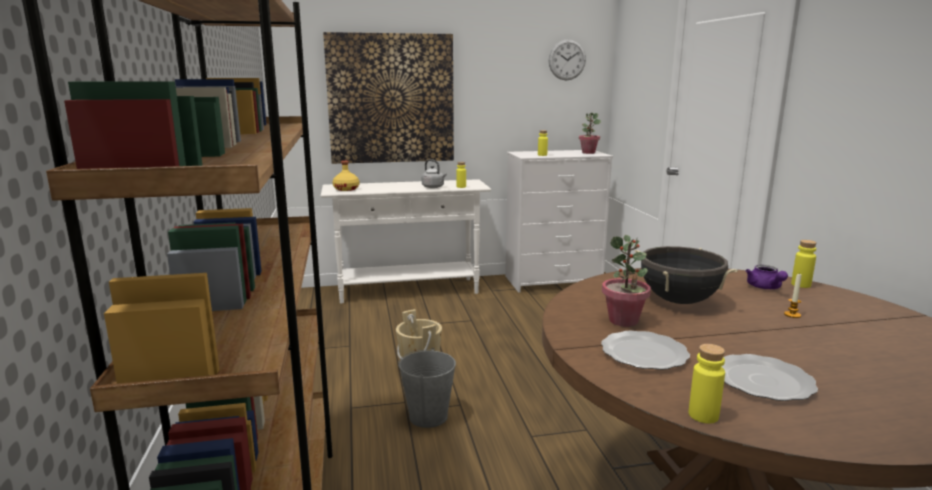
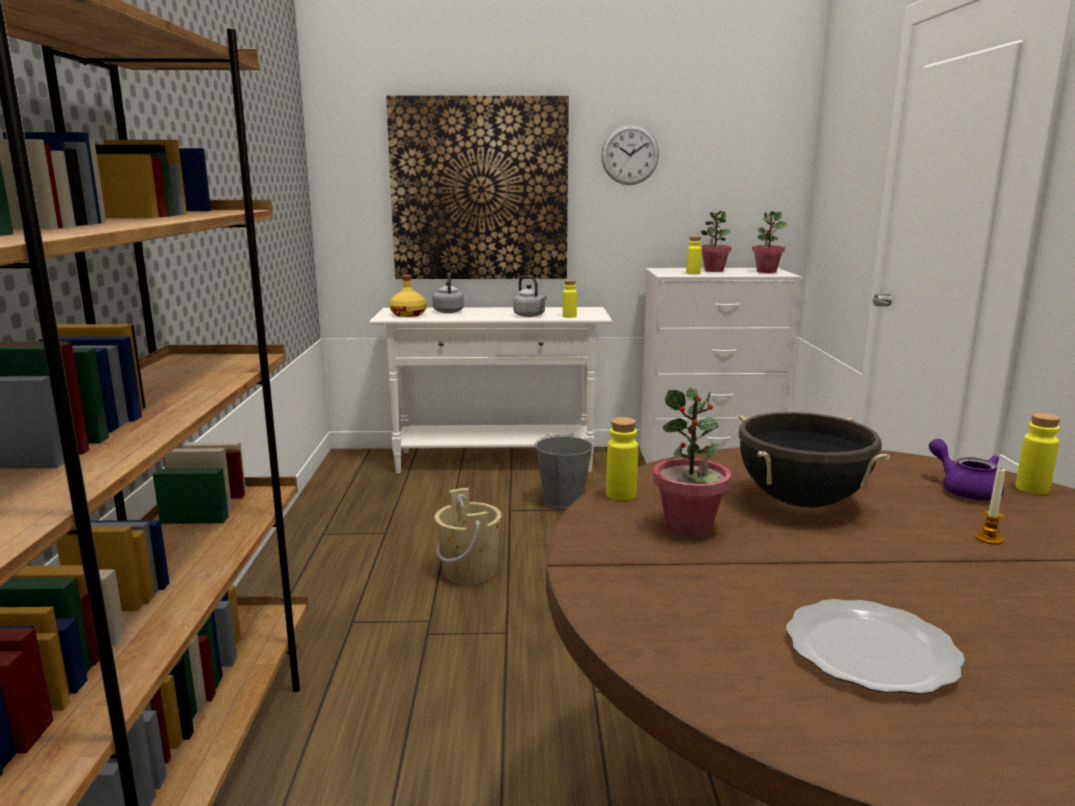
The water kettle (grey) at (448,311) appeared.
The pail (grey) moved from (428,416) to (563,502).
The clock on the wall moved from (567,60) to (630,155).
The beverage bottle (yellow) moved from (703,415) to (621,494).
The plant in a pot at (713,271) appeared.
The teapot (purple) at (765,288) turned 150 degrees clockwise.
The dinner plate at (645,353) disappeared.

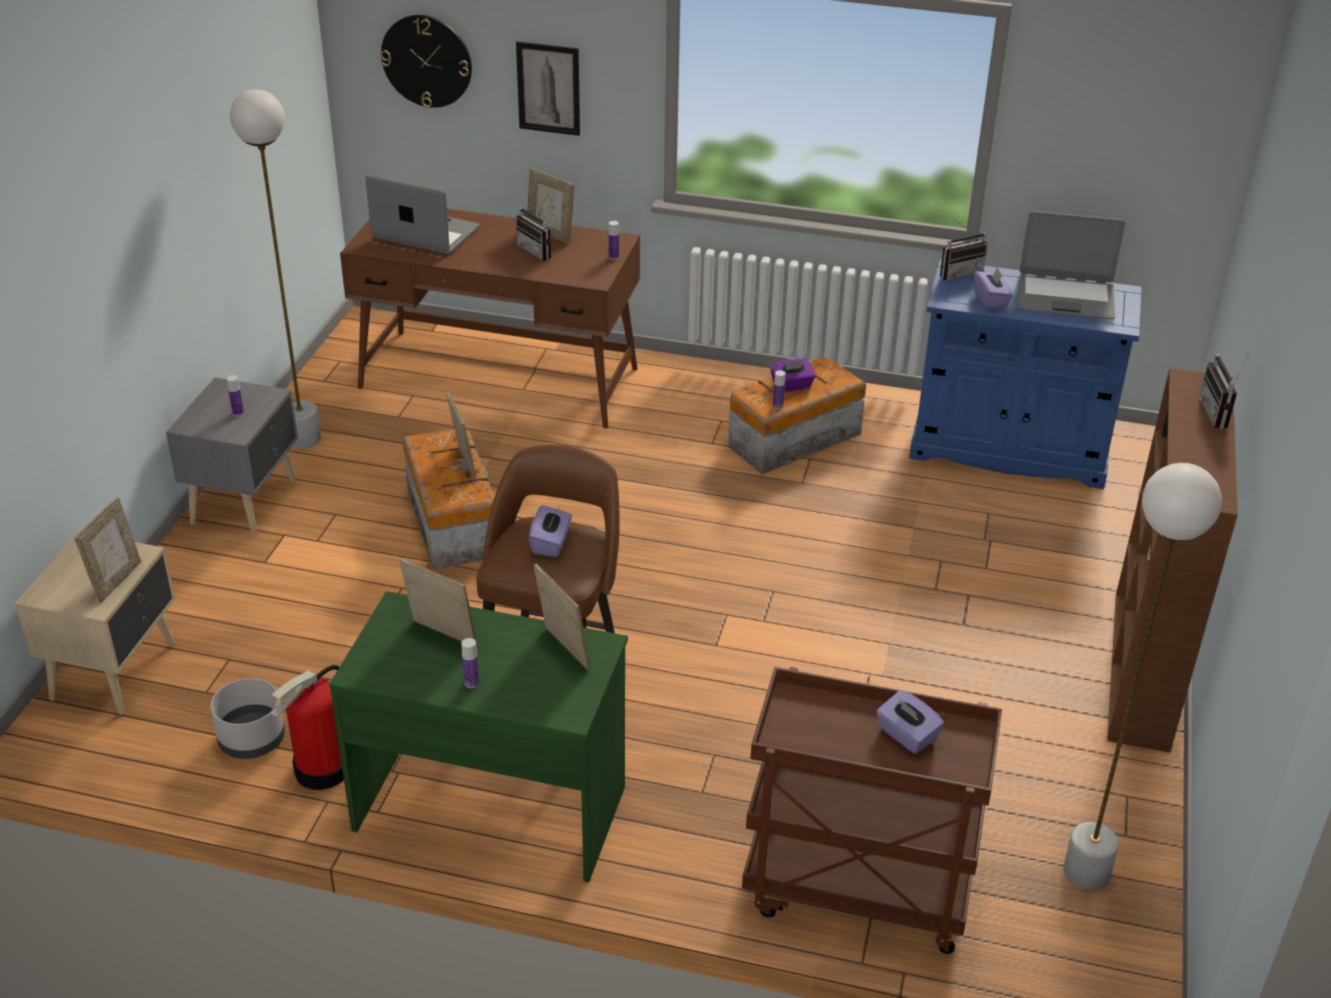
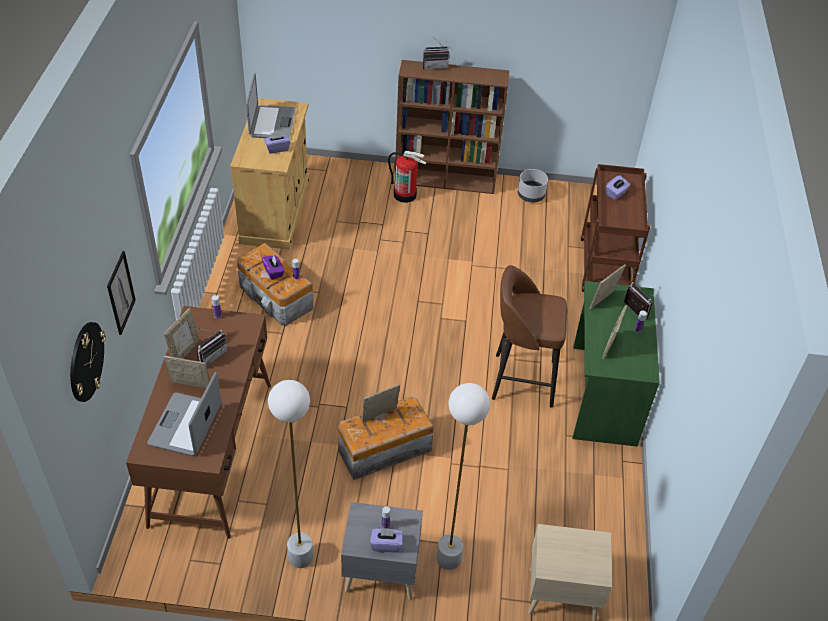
The standing frame moved from (116,581) to (191,387).
The cabinet (blue-coloured) at (1009,449) became the cabinet (sand-coloured) at (275,211).
The box of tissues (purple) moved from (551,544) to (386,544).
The fire extinguisher moved from (323,770) to (405,195).
The floor lamp (white-coloured) moved from (1086,872) to (449,558).
The plant pot (grey) moved from (251,740) to (531,195).
The radio moved from (959,272) to (632,311).

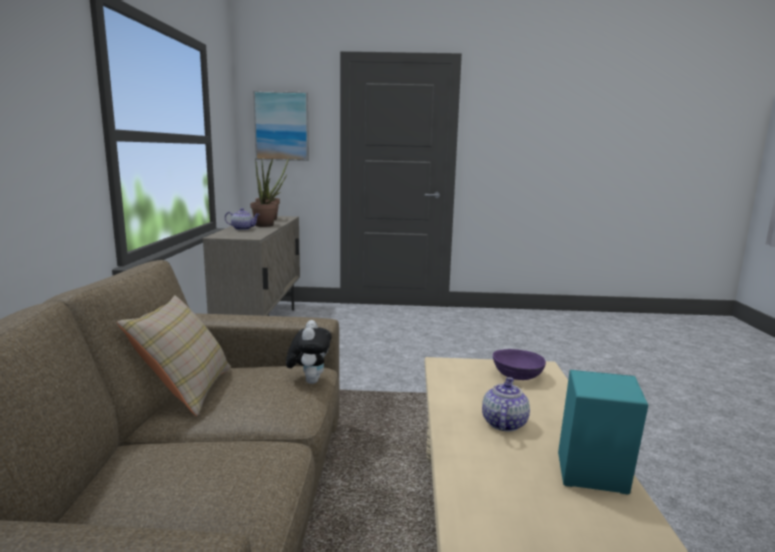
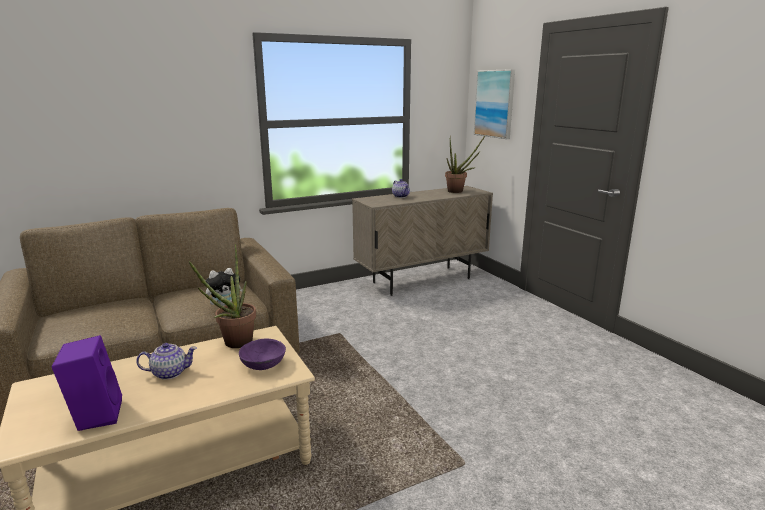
The speaker (blue-green) at (590,481) became the speaker (purple) at (95,415).
The plant in a pot moved from (265,226) to (234,344).
The pillow (sand-coloured) at (185,390) disappeared.

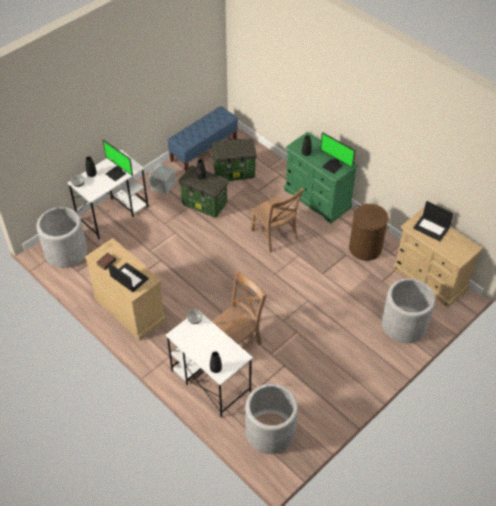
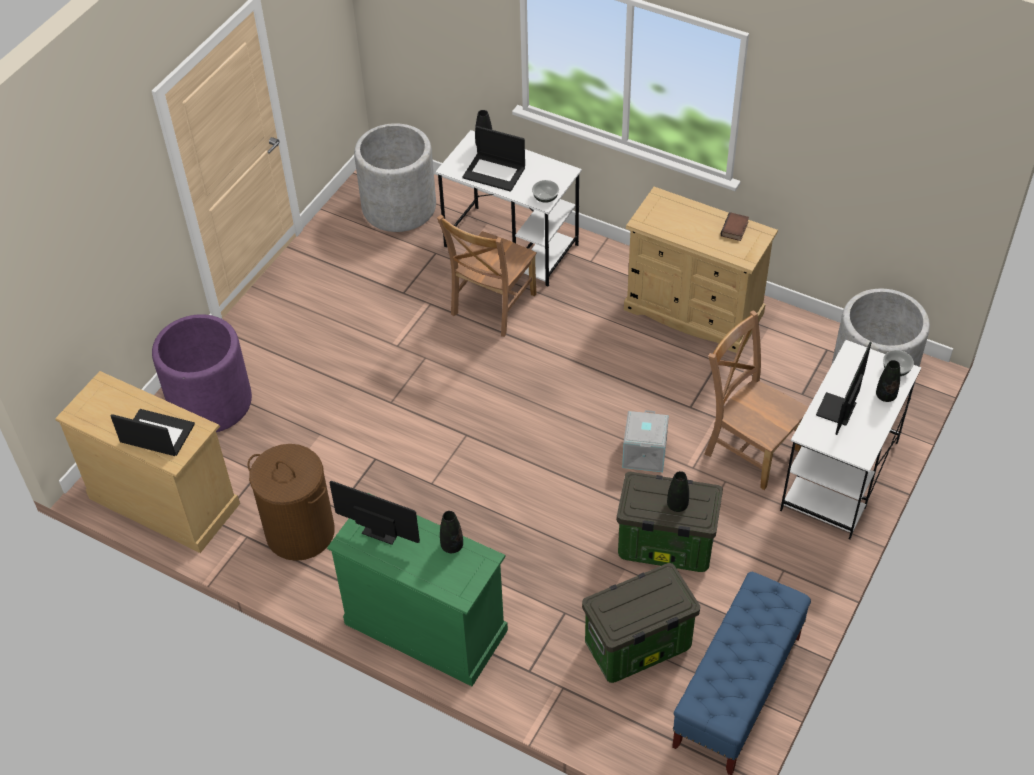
The plant pot (grey) at (404,325) became the plant pot (purple) at (210,402).
The laptop moved from (128,278) to (495,172).
The storage bin (grey) moved from (163,185) to (643,453).
The plain chair (brown-coloured) moved from (274,236) to (749,448).
The computer screen at (116,173) turned 90 degrees counterclockwise.

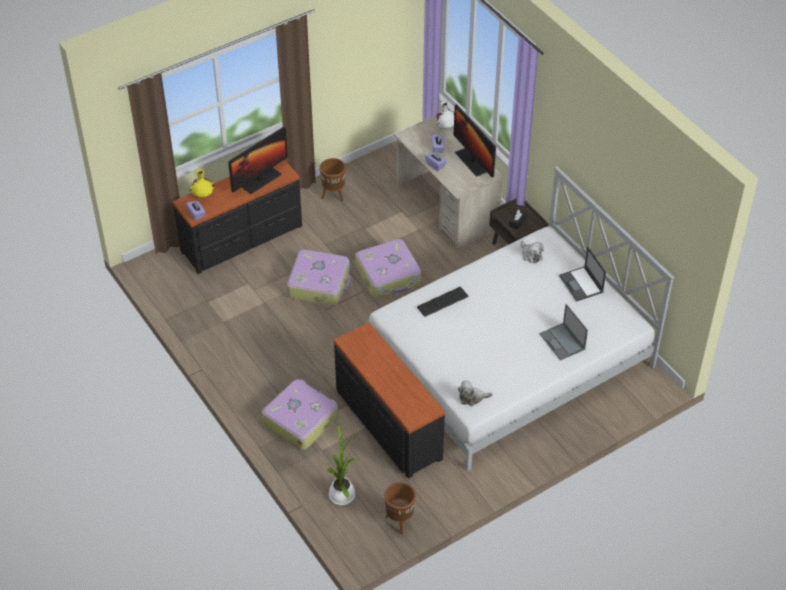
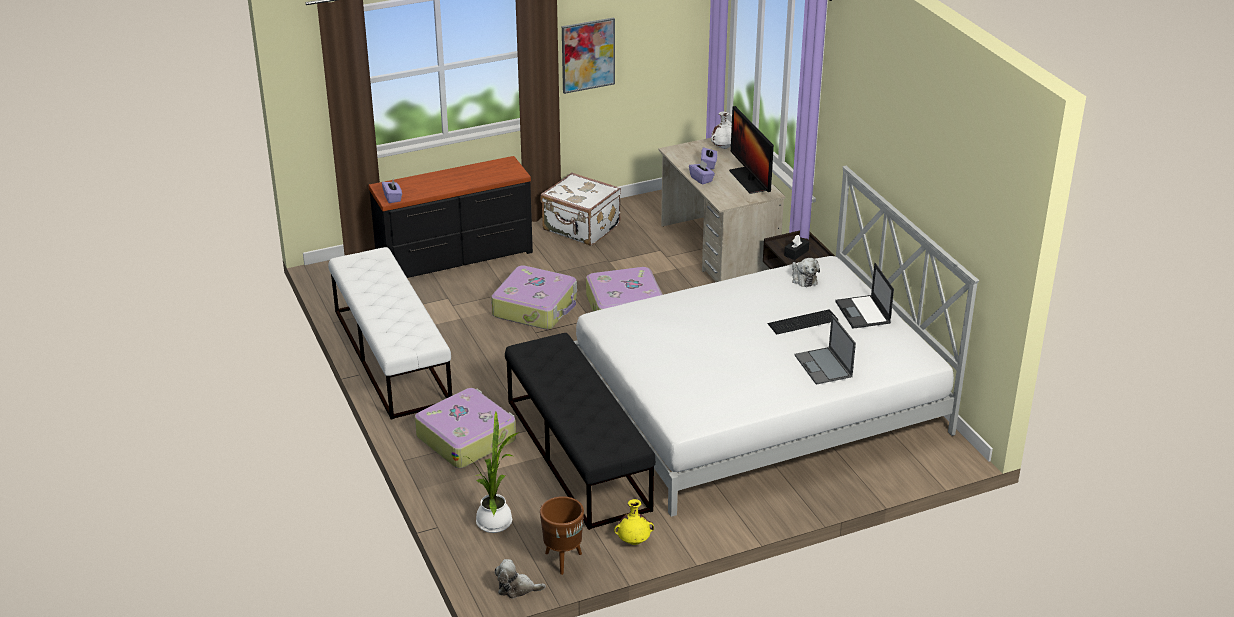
The indoor bench (white-coloured) at (391,355) appeared.
The soft toy moved from (472,398) to (517,588).
The dresser (blackish) at (387,424) was replaced by the indoor bench (blackish) at (577,454).
The plant pot (brown-coloured) at (334,195) was replaced by the suitcase (white-coloured) at (581,228).
The wall art at (588,55) appeared.
The flower vase (yellow) moved from (203,195) to (634,541).
The keyboard moved from (443,302) to (804,322).
The computer screen at (260,180) disappeared.

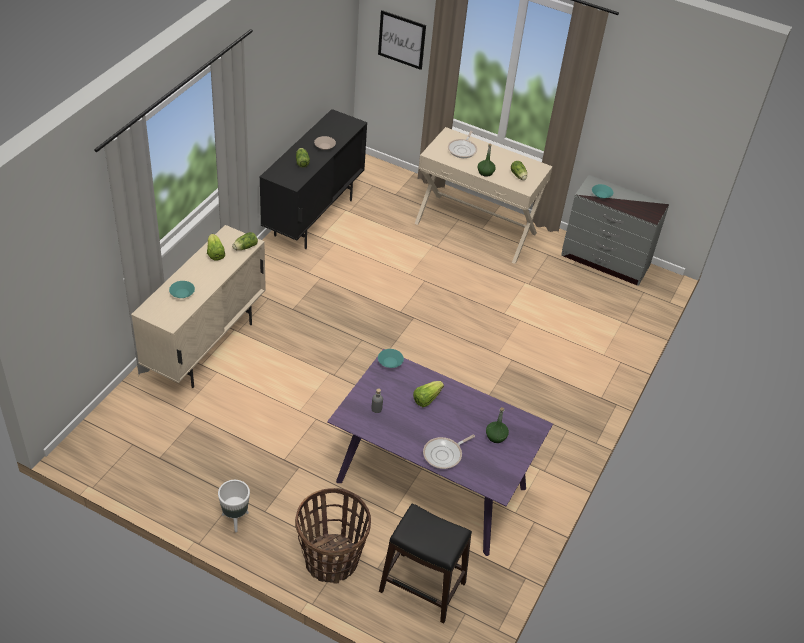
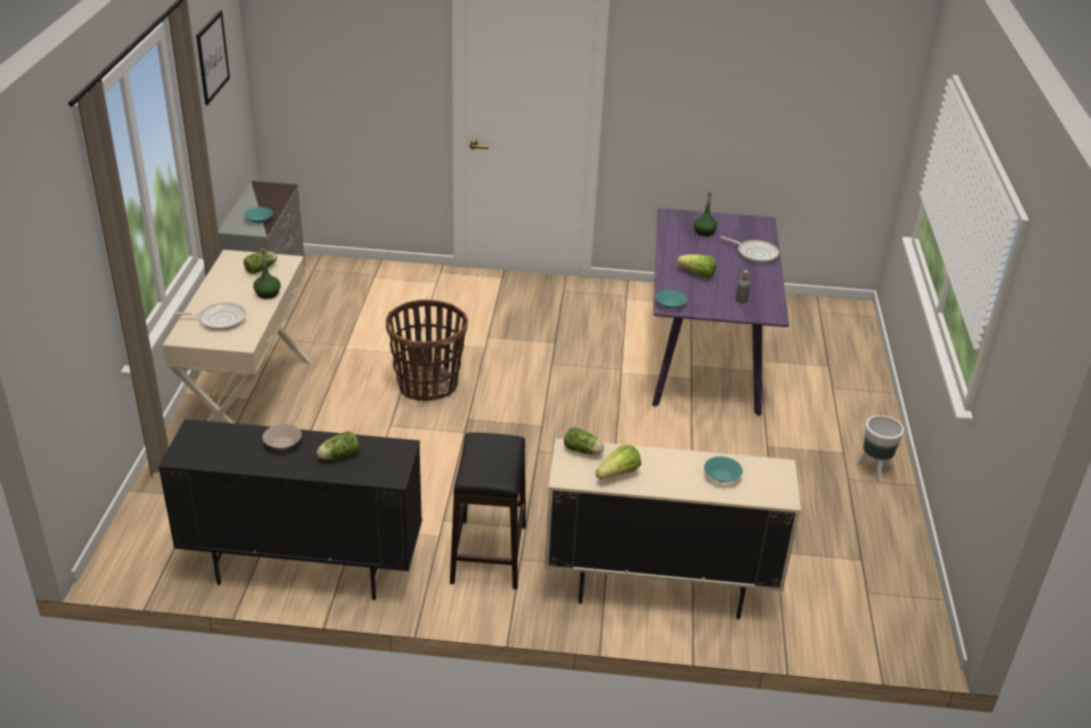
The wall art moved from (401,39) to (212,57).
The basket moved from (331,560) to (427,385).
The stool (blackish) moved from (422,588) to (489,553).

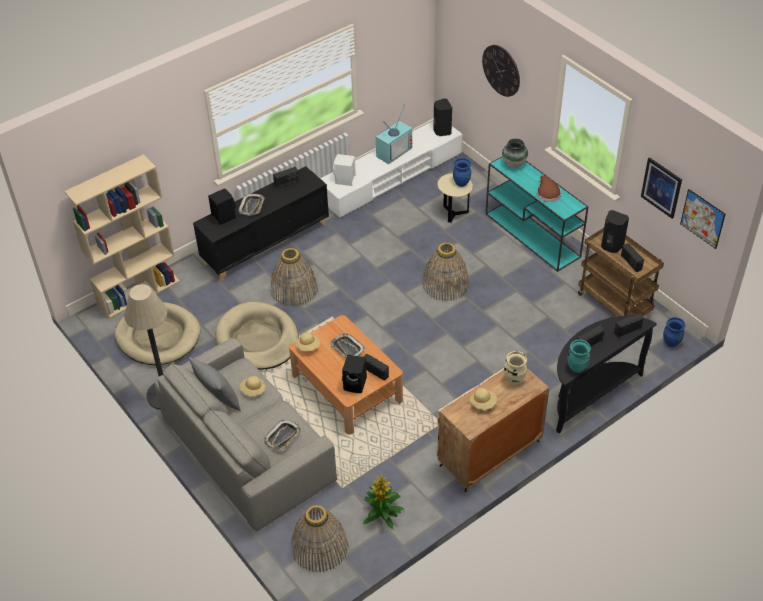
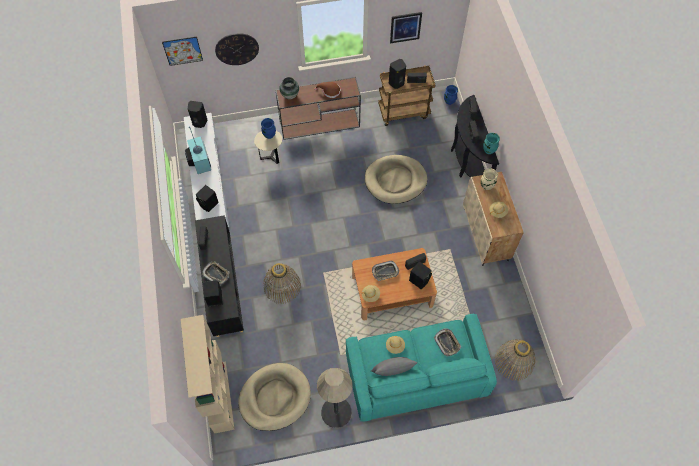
The wall art moved from (702,218) to (183,51).
The speaker (white-coloured) at (344,180) became the speaker (blackish) at (209,204).
The narrow table (blue-green) at (533,236) became the narrow table (brown-coloured) at (320,124).
The sofa (grey) at (247,451) became the sofa (blue-green) at (416,375).
The pet bed (sand-coloured) moved from (258,339) to (395,180).
The plant in a pot at (382,513) disappeared.
The basket at (445,284) disappeared.

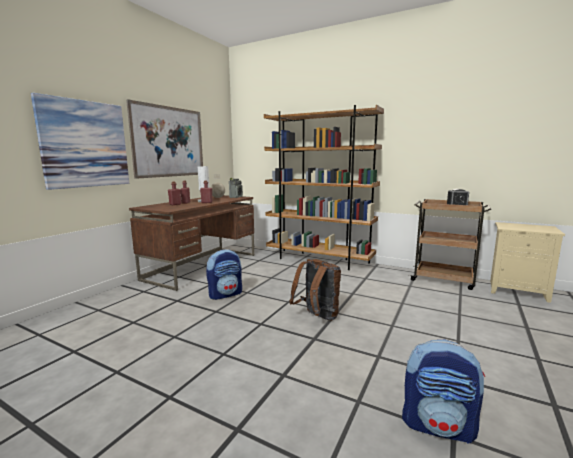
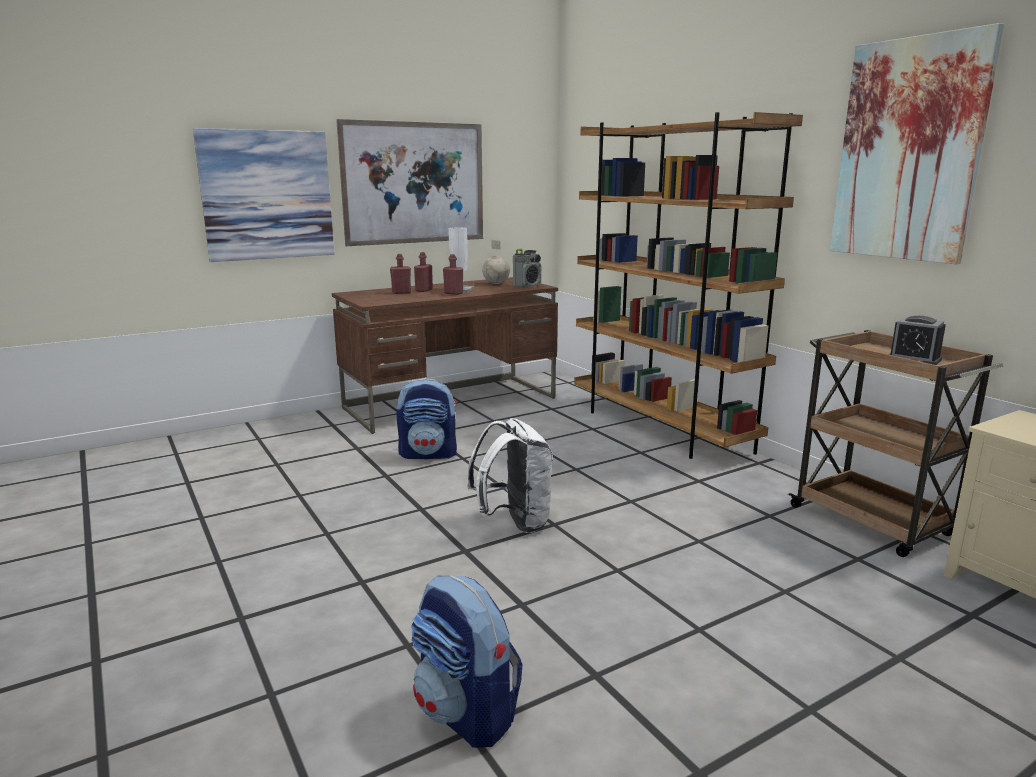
The knapsack (brown-coloured) at (317,317) became the knapsack (white-coloured) at (514,522).
The wall art at (908,151) appeared.

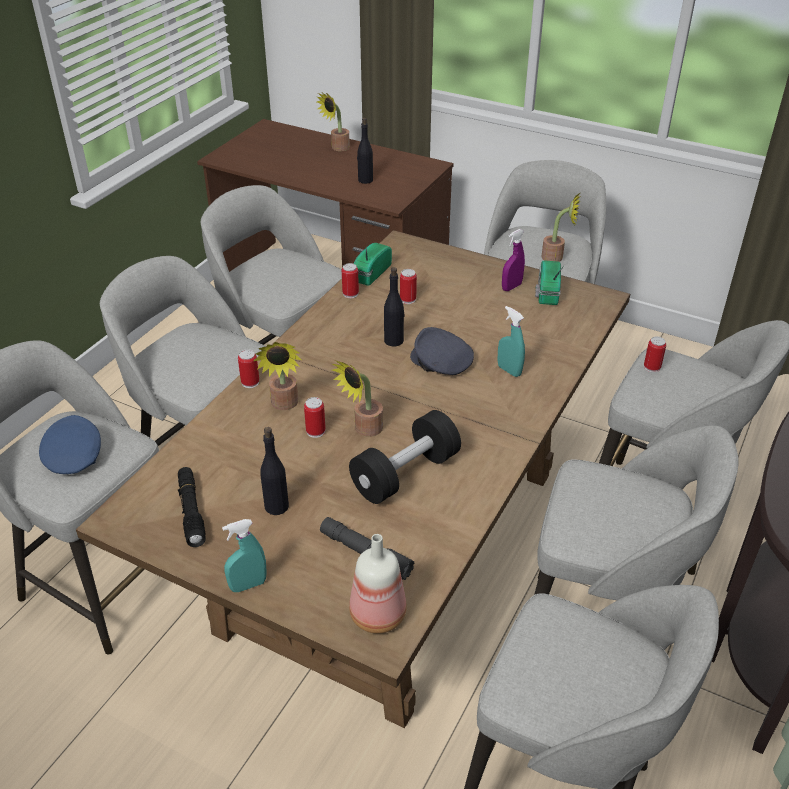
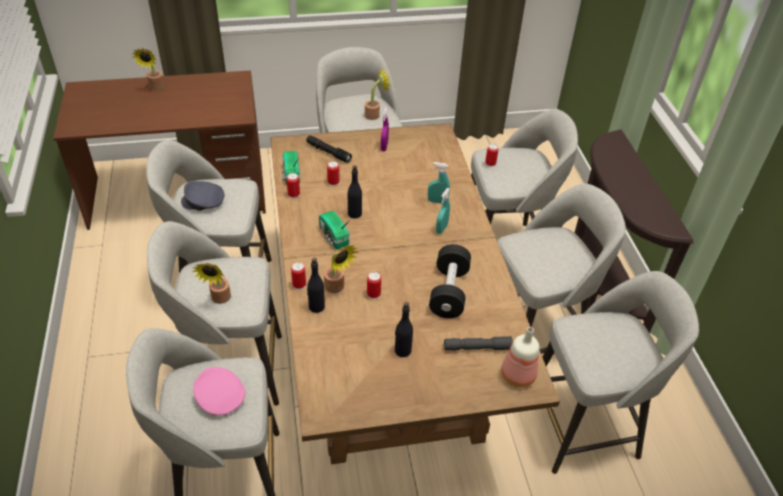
The peaked cap (grey) moved from (440,362) to (203,202).
The plant in a pot moved from (364,430) to (219,299).
The peaked cap (blue-coloured) at (73,455) became the peaked cap (pink-coloured) at (219,397).
The torch (blackish) moved from (191,511) to (328,152).
The beverage bottle (blackish) moved from (365,180) to (316,307).
The radio moved from (547,293) to (333,237).
The sprayer (blue-green) moved from (248,585) to (441,228).

